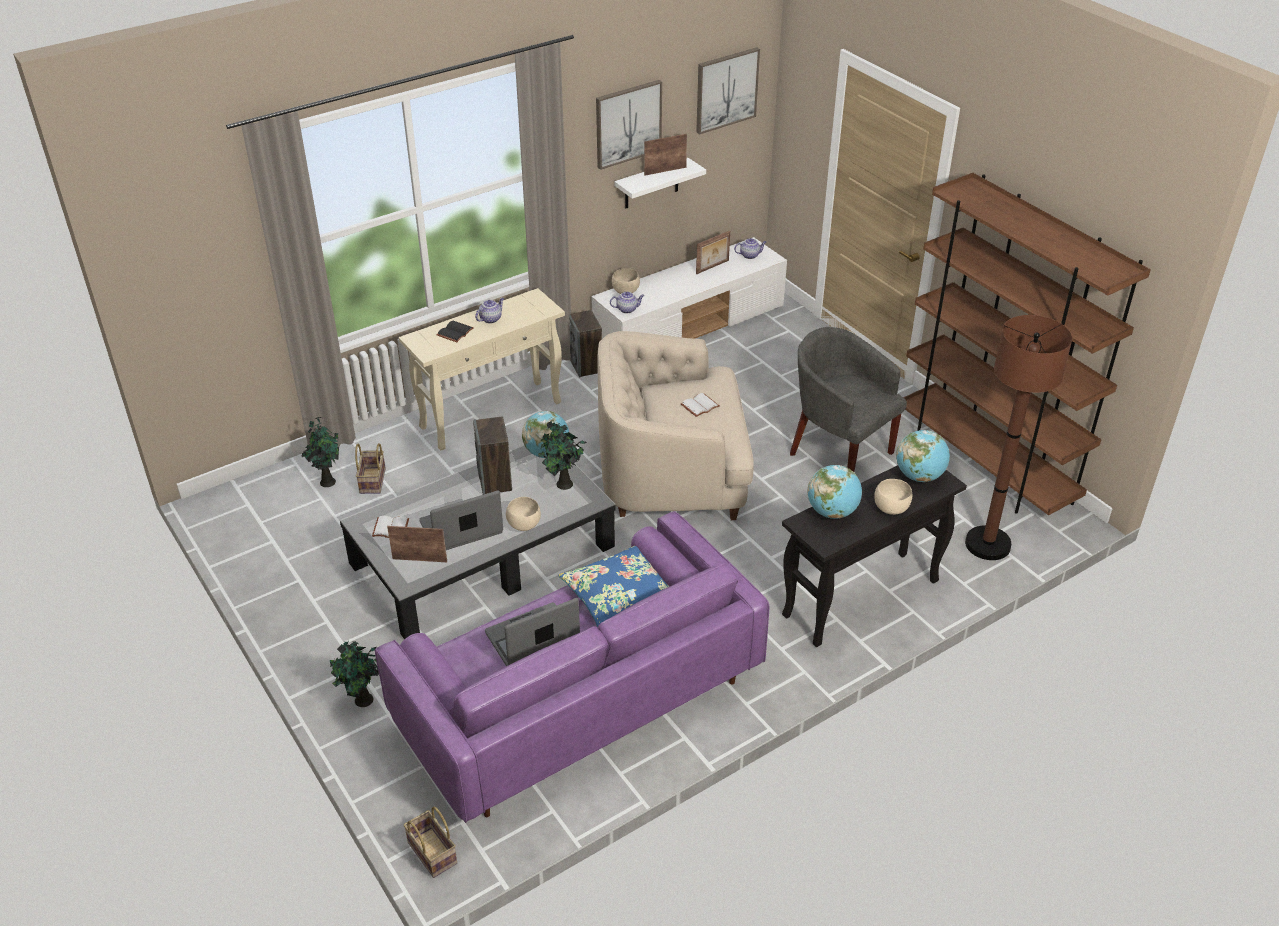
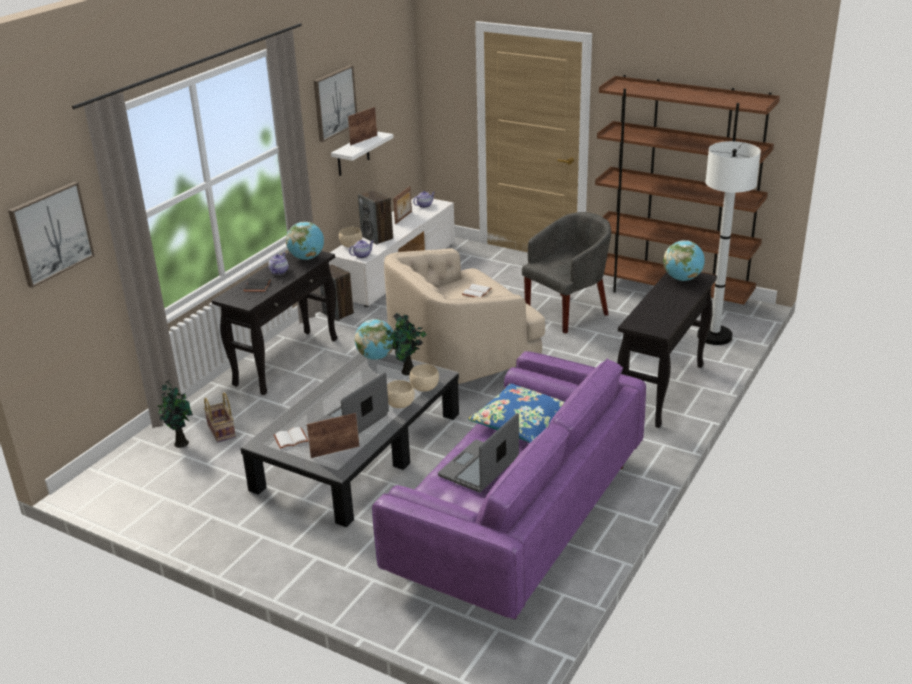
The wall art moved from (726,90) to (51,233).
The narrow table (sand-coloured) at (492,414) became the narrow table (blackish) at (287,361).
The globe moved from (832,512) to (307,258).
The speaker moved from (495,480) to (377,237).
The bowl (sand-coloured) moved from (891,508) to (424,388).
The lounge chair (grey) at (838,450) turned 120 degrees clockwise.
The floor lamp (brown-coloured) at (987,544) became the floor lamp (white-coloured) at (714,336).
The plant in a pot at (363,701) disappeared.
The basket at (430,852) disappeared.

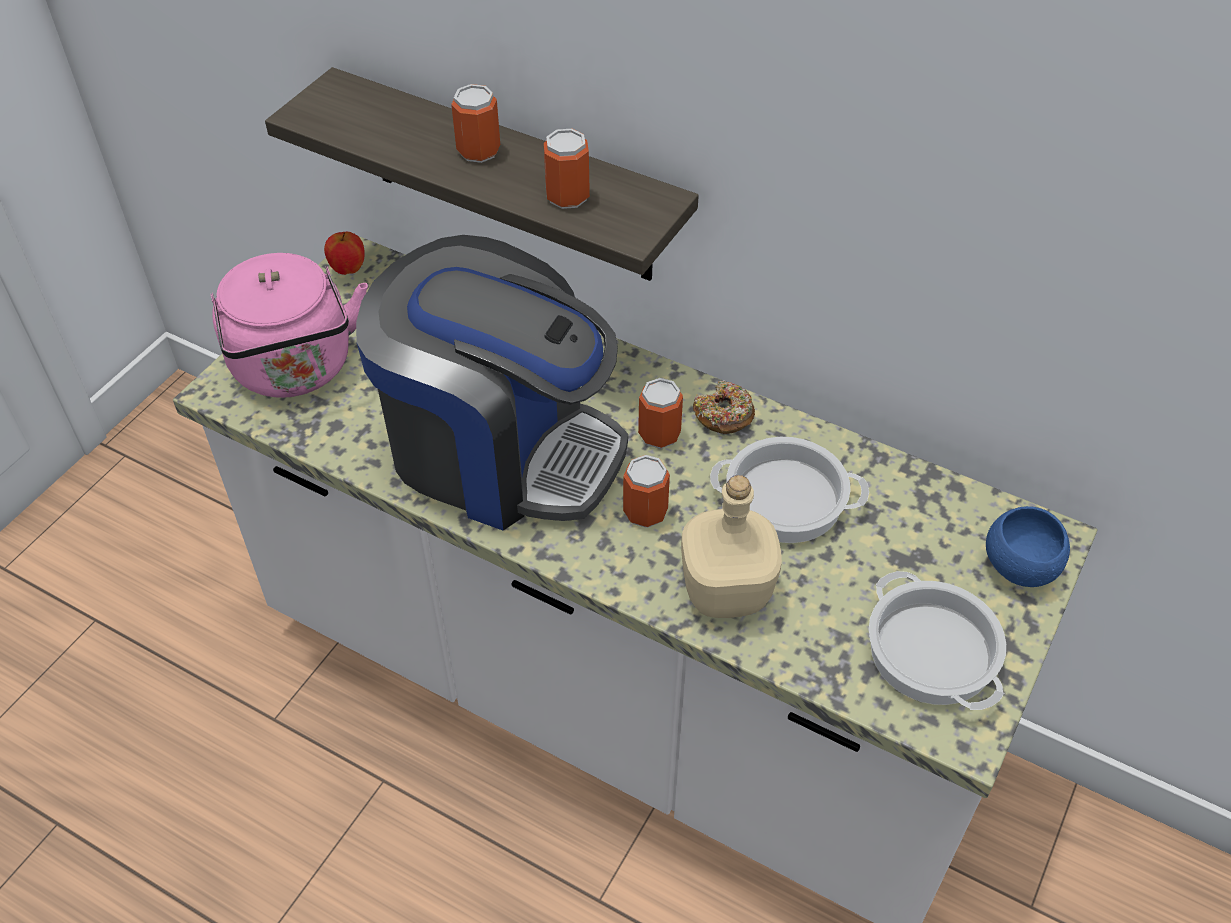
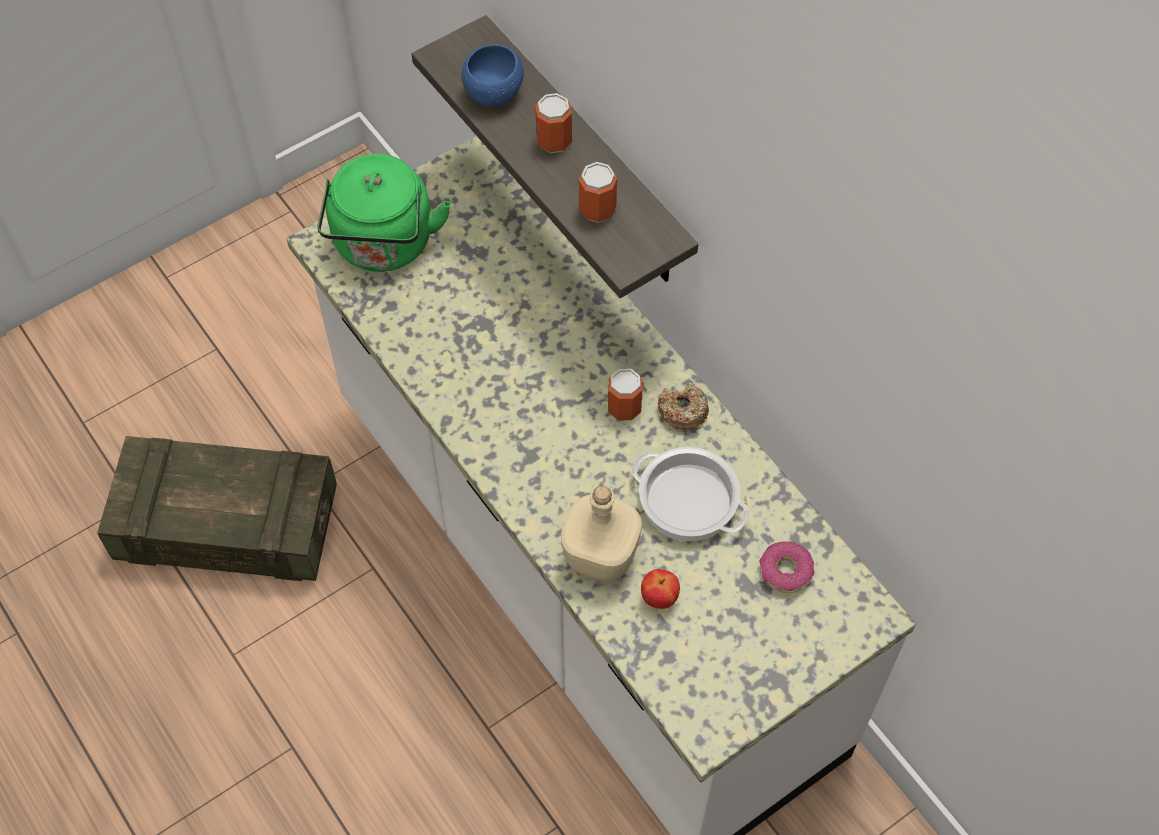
The crate at (228,526) appeared.
The water kettle (pink-coloured) at (296,370) became the water kettle (green-coloured) at (384,246).
The bowl (blue-coloured) moved from (1019,567) to (493,93).
The whole apple moved from (348,269) to (659,598).
The ring doughnut at (785,571) appeared.
The coffee maker at (500,450) disappeared.
The metal can at (645,512) disappeared.
The saucepot at (930,651) disappeared.

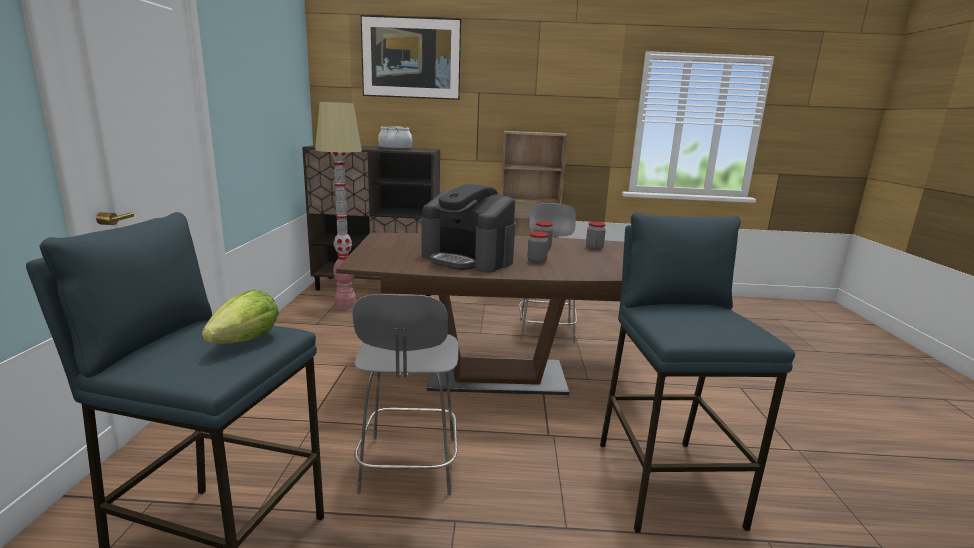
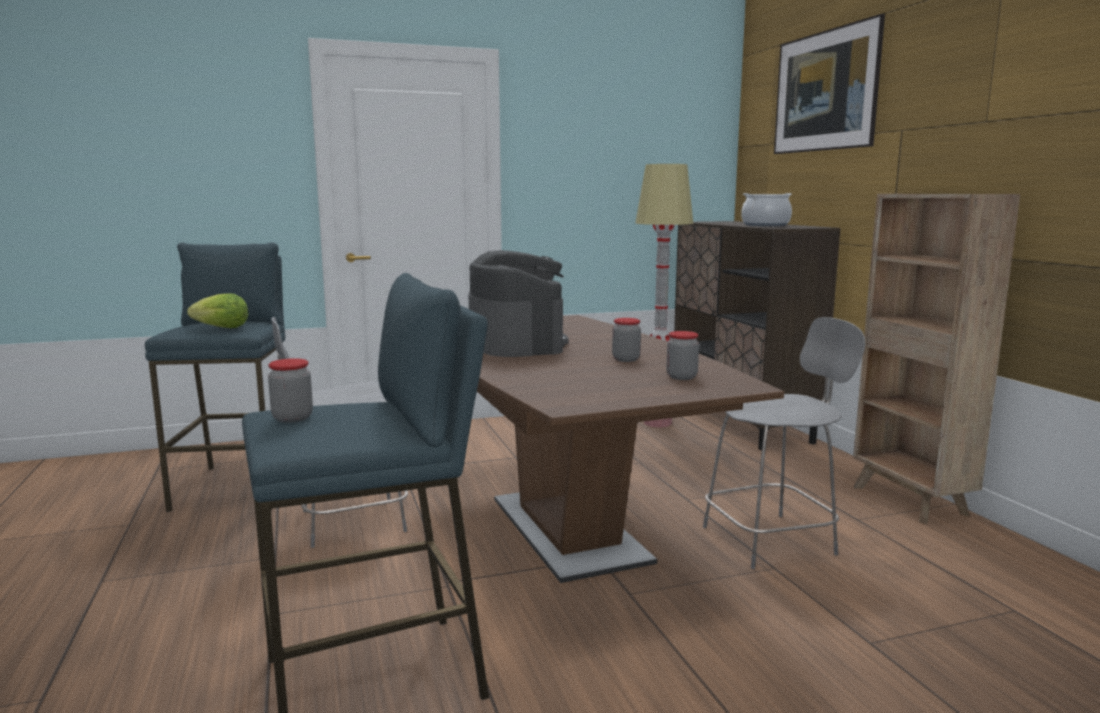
The storage jar moved from (537,261) to (292,418).
The coffee maker at (468,259) turned 150 degrees clockwise.

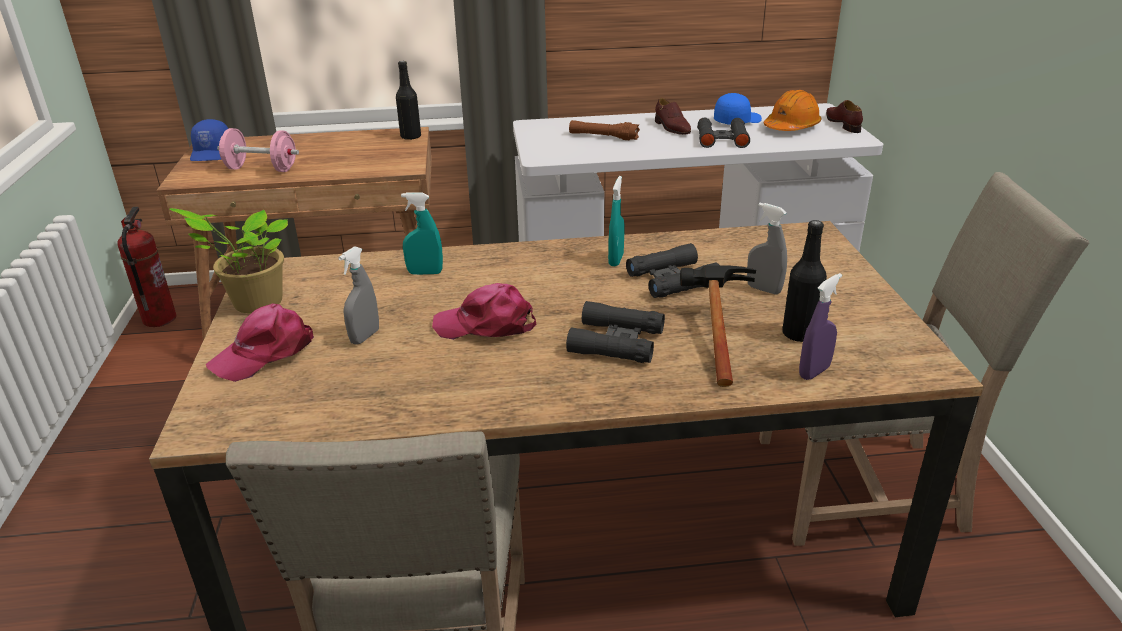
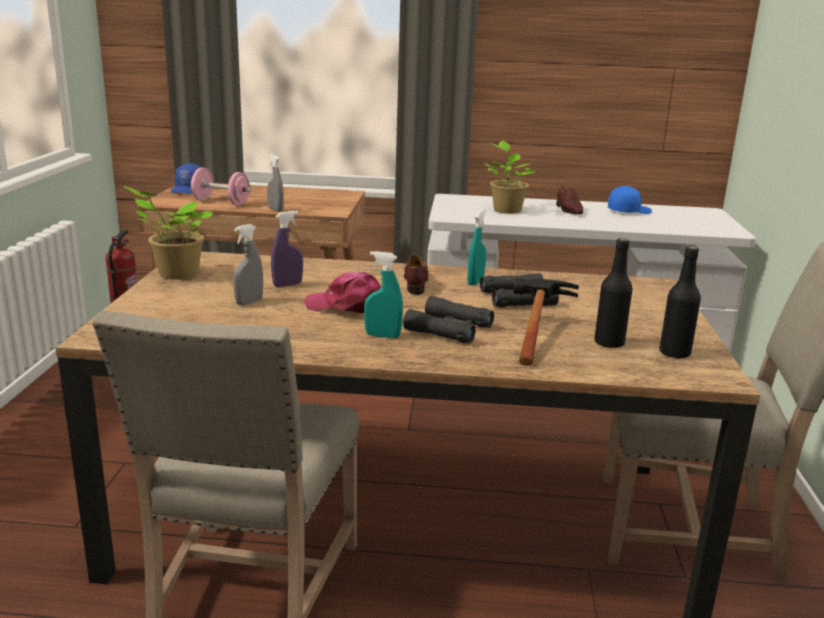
The sprayer (grey) moved from (763,289) to (275,209).
The sprayer (purple) moved from (814,372) to (287,285).
The sprayer (blue-green) moved from (425,273) to (382,336).
The shoe (brown-coloured) moved from (843,124) to (415,282).
The torch (brown-coloured) at (603,137) was replaced by the plant in a pot at (506,210).
The beverage bottle (blackish) moved from (411,137) to (674,353).
The peaked cap (pink-coloured) at (265,353) disappeared.
The pair of binoculars (blackish) at (722,139) disappeared.
The work helmet (orange) at (791,127) disappeared.

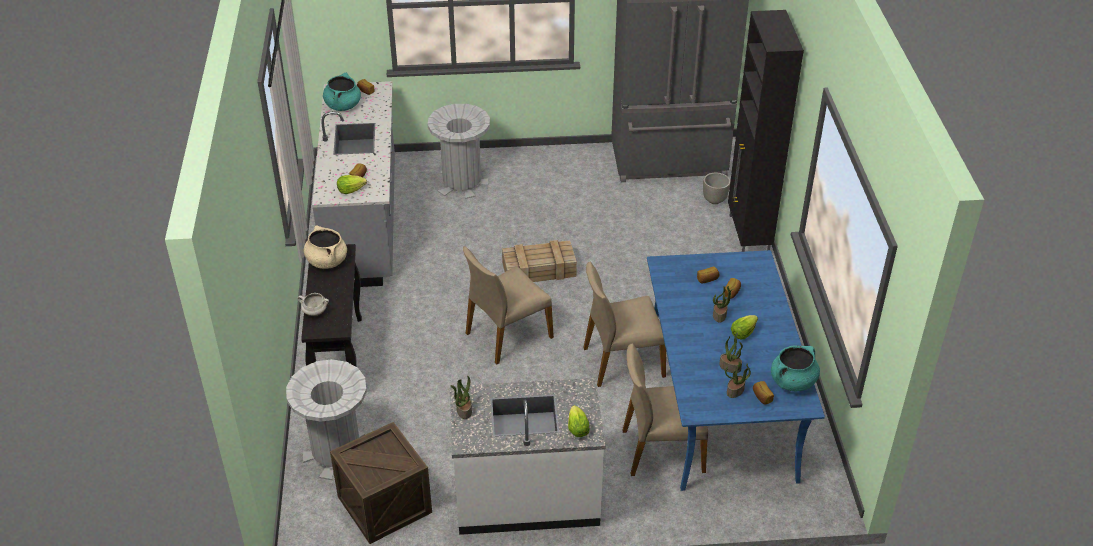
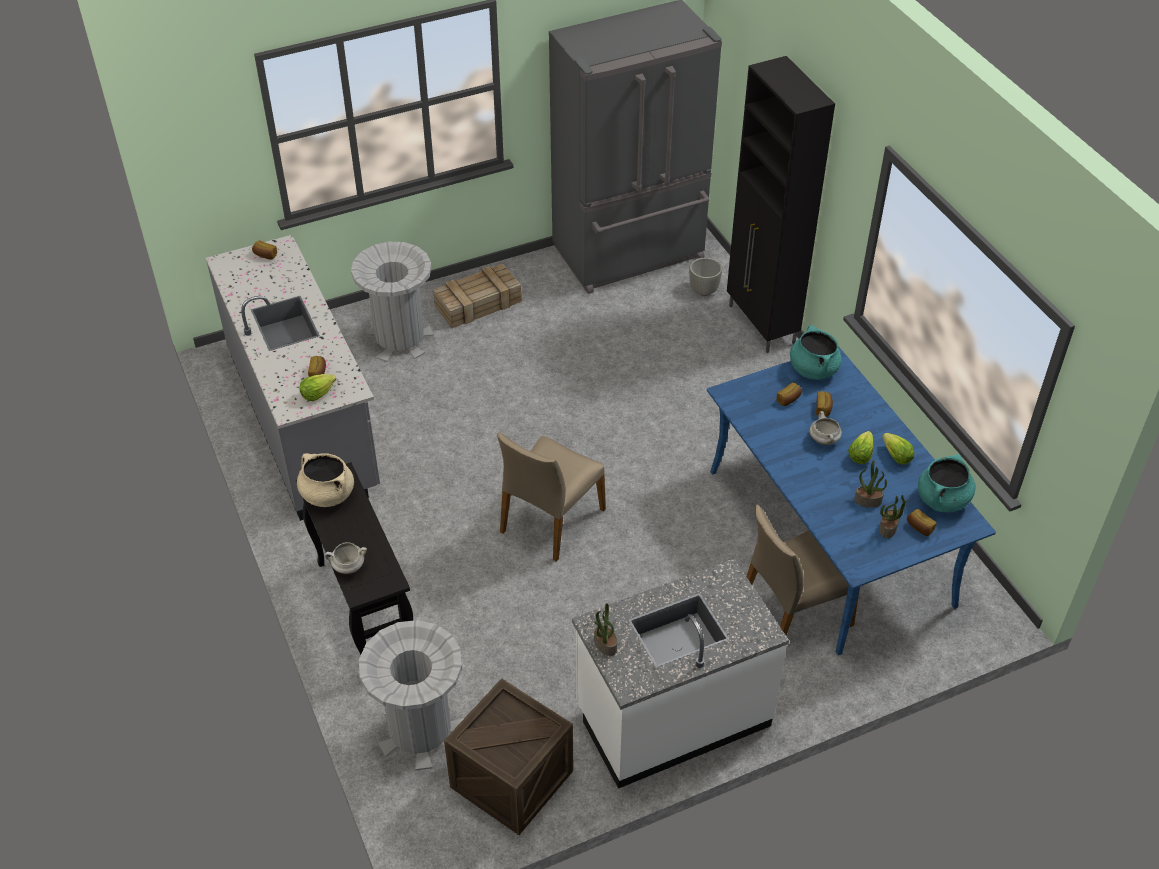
The crate moved from (538,270) to (477,304).
The saucepot (blue-green) moved from (343,105) to (813,369).
The plant in a pot at (720,315) was replaced by the saucepot (white-coloured) at (824,440).
The head of lettuce moved from (577,429) to (896,456).
The plain chair (sand-coloured) at (622,361) disappeared.

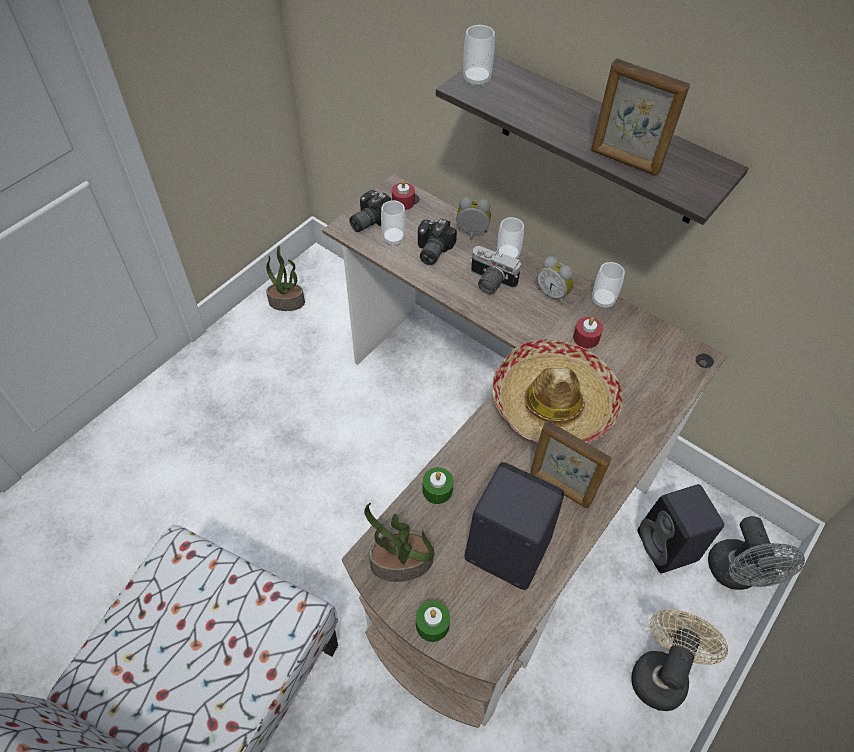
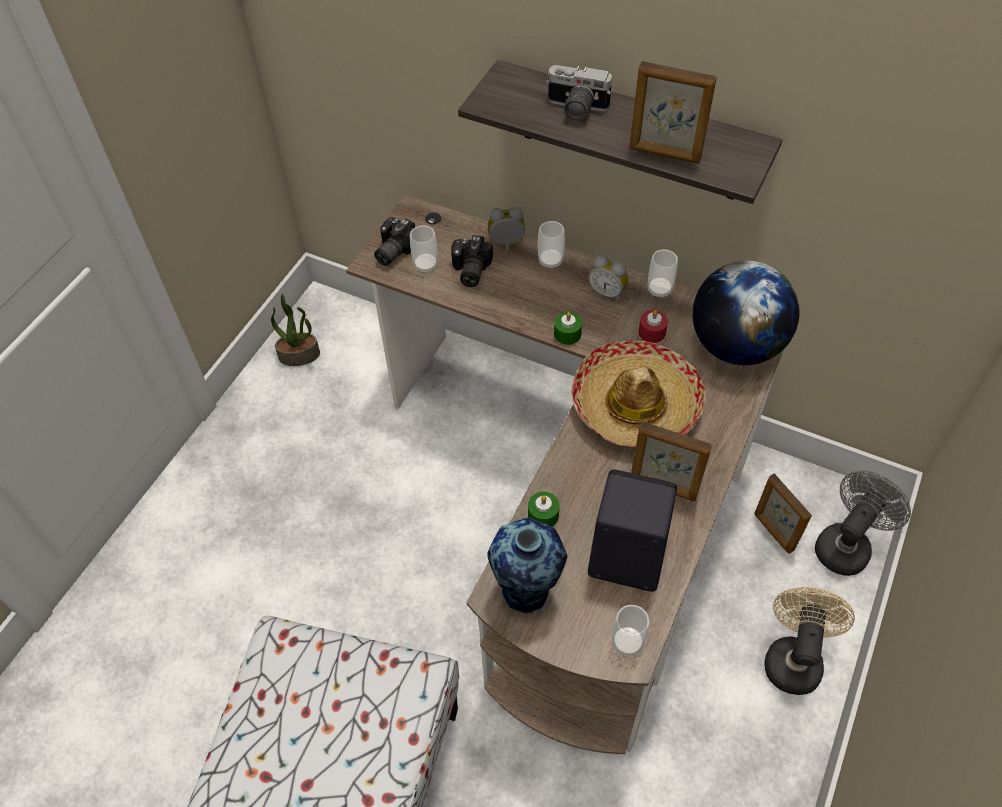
The plant in a pot at (401,563) was replaced by the flower vase at (527,594).
The still camera moved from (489,282) to (575,109).
The candle (green-coloured) moved from (432,624) to (567,334).
The drinking cup moved from (476,80) to (627,643).
The globe at (736,346) appeared.
The speaker (blackish) at (668,547) was replaced by the standing frame at (773,532).
The fan (grey) at (736,575) turned 120 degrees counterclockwise.
The candle (red) at (403,202) disappeared.

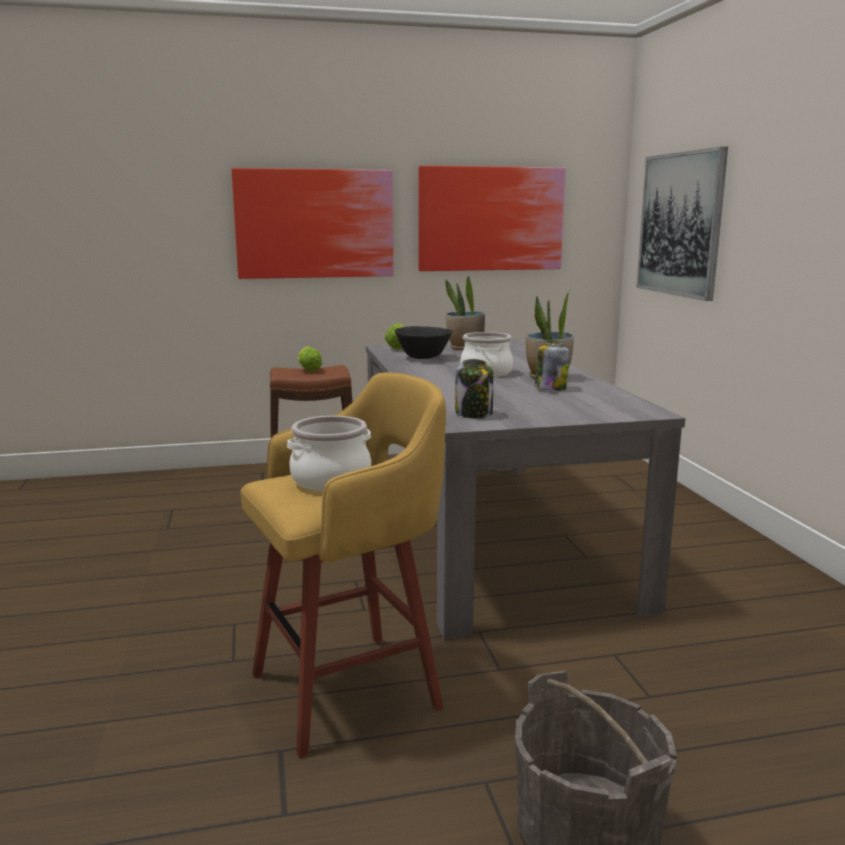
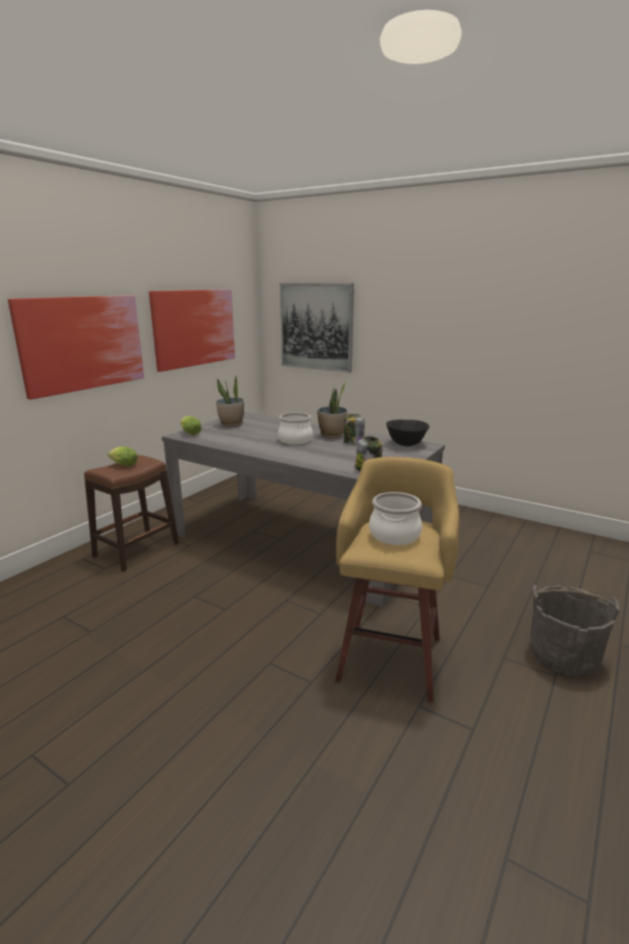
The bowl (blackish) moved from (423,358) to (406,444).

